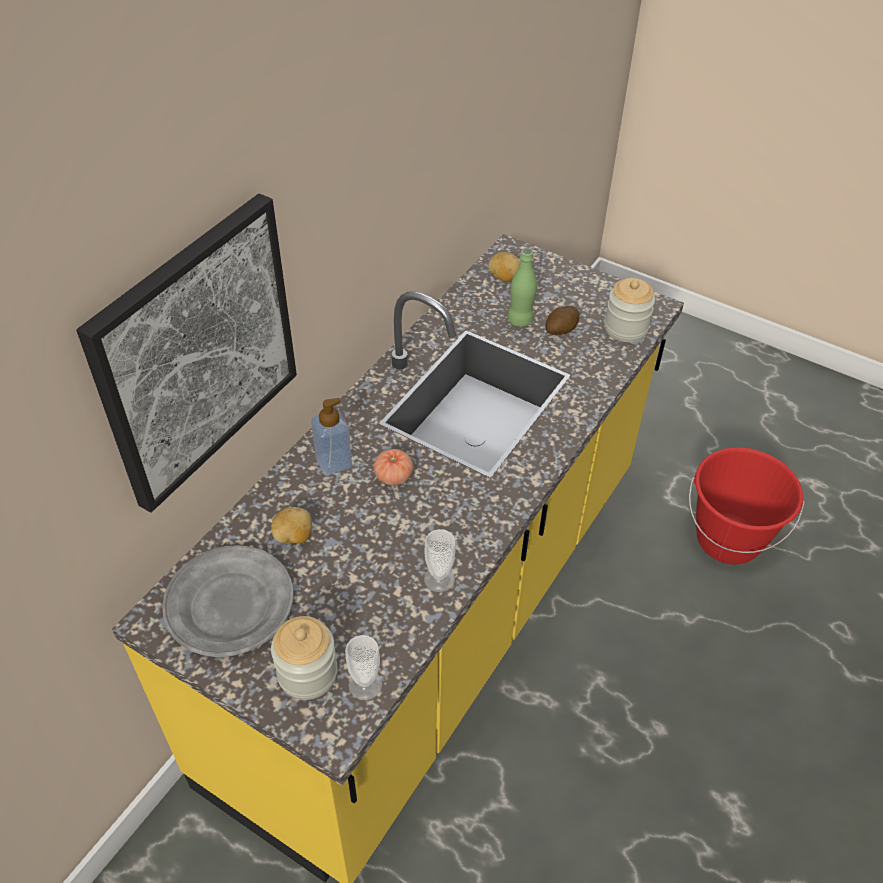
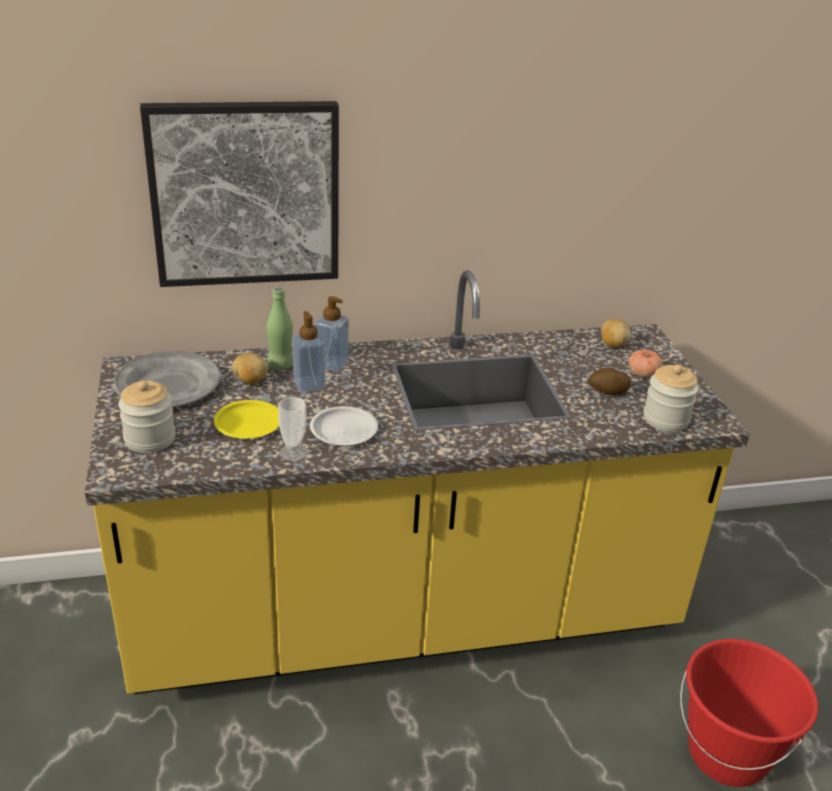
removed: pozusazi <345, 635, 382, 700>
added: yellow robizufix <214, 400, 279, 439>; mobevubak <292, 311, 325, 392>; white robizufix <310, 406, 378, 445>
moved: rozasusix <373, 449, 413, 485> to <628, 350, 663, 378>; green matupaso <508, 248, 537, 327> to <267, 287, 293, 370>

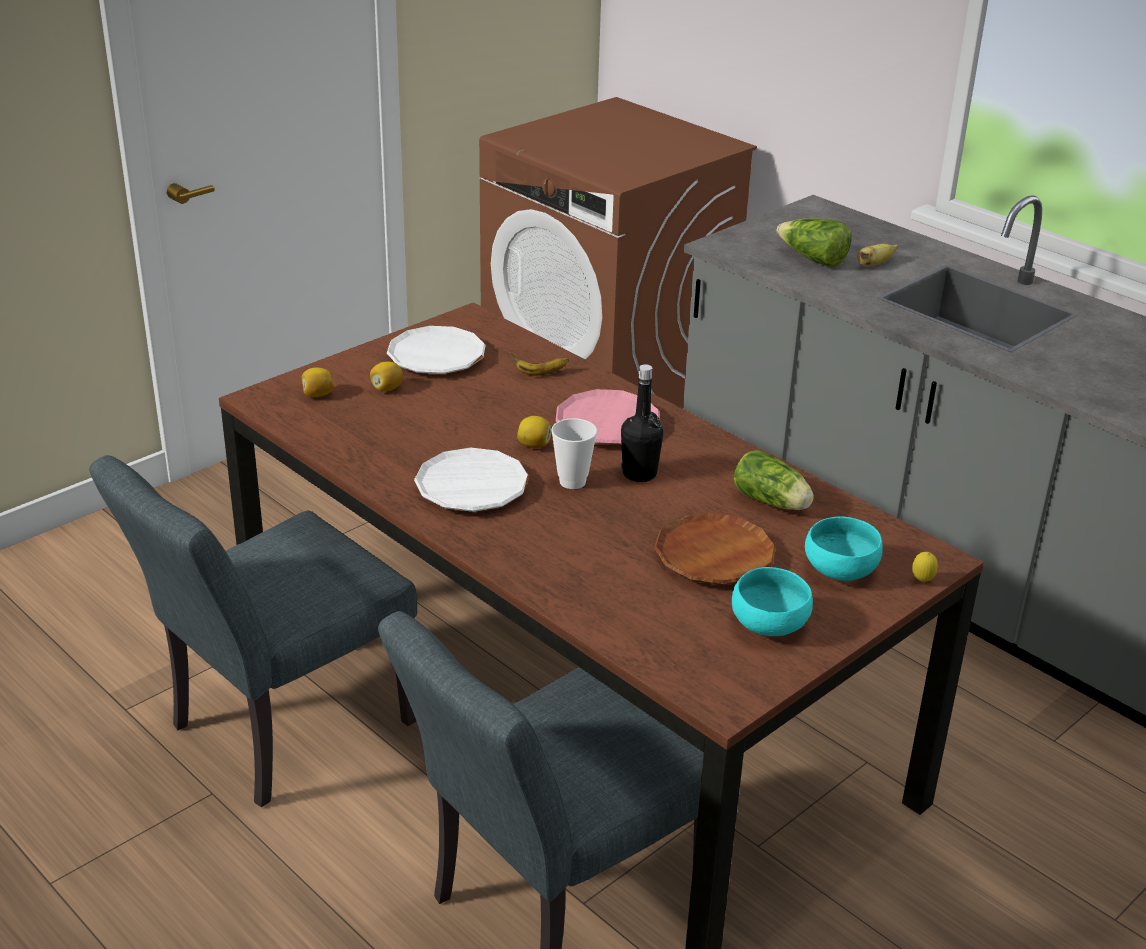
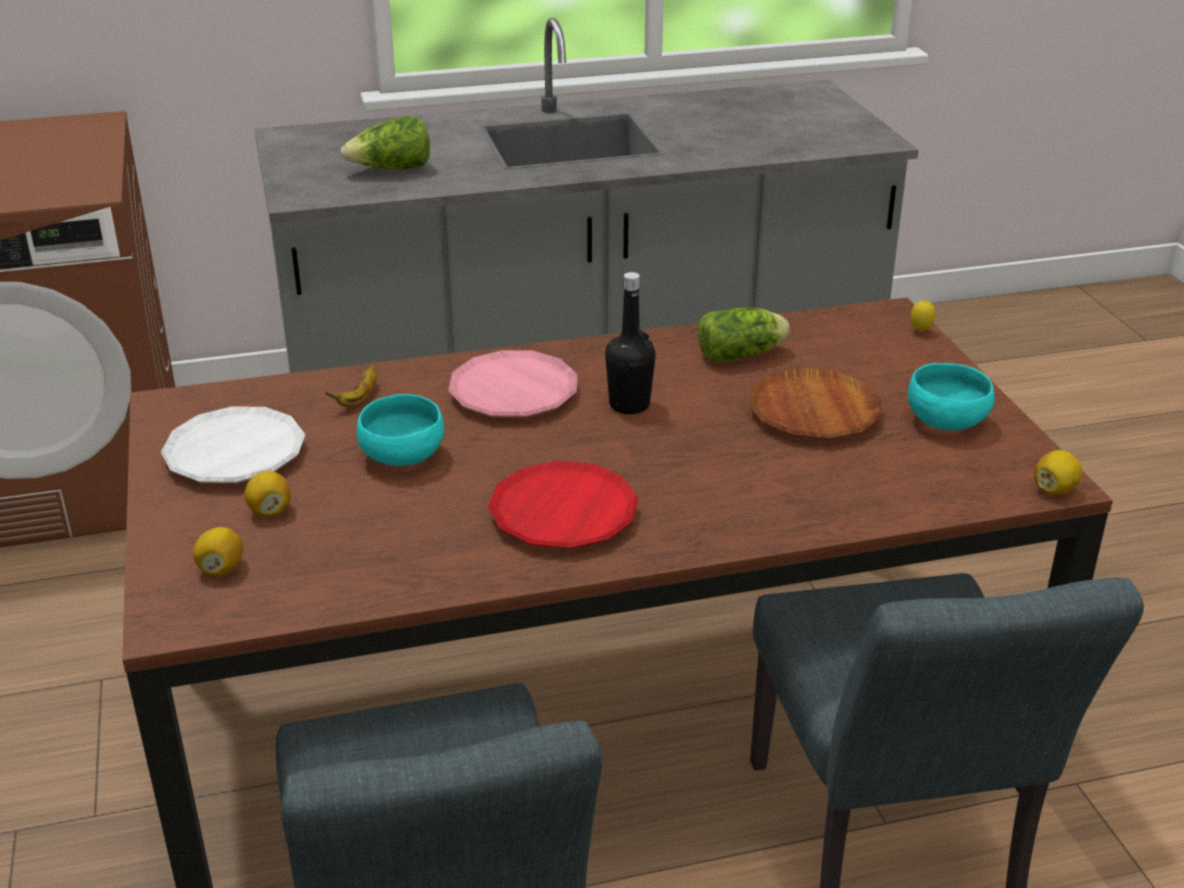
removed: pozusazi <551, 418, 597, 489>; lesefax <857, 244, 898, 266>
moved: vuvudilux <517, 416, 552, 448> to <1034, 450, 1083, 495>; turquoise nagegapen <805, 516, 883, 581> to <356, 394, 444, 466>
recoloured: white robizufix <414, 447, 529, 512> to red robizufix <488, 460, 638, 549>

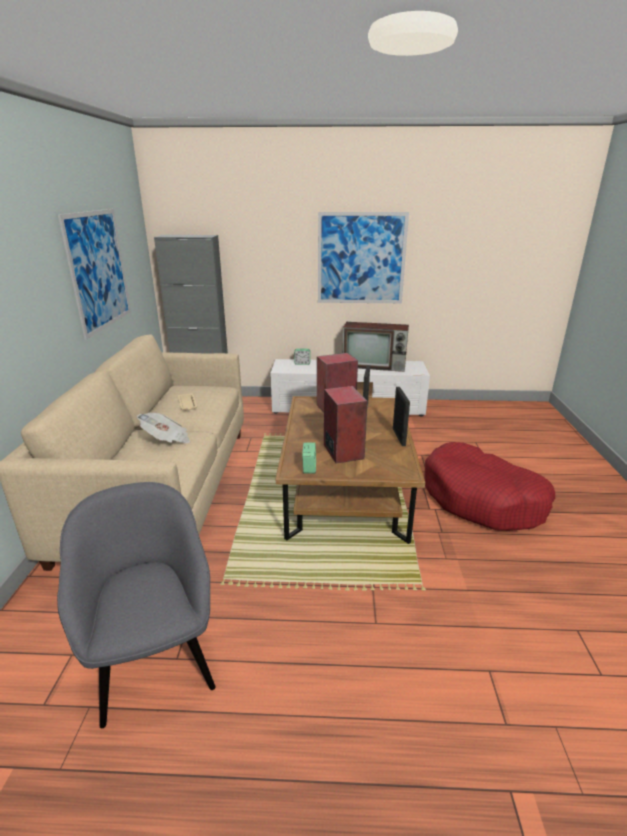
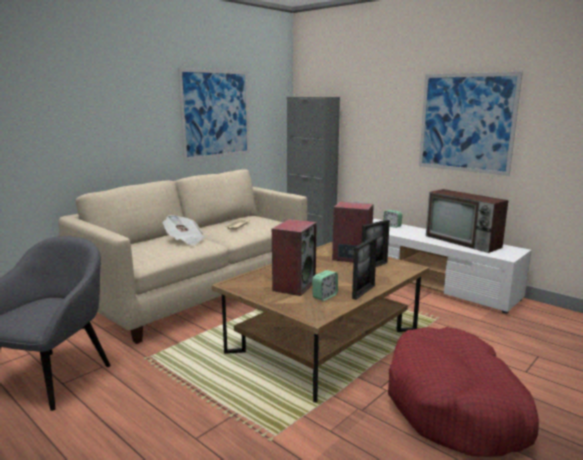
moved: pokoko <302, 442, 316, 474> to <312, 270, 338, 301>

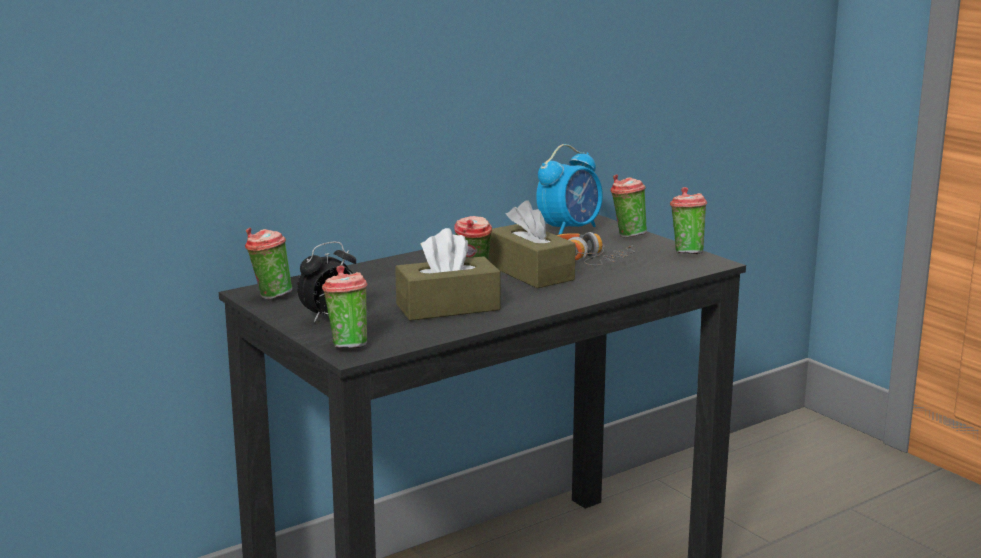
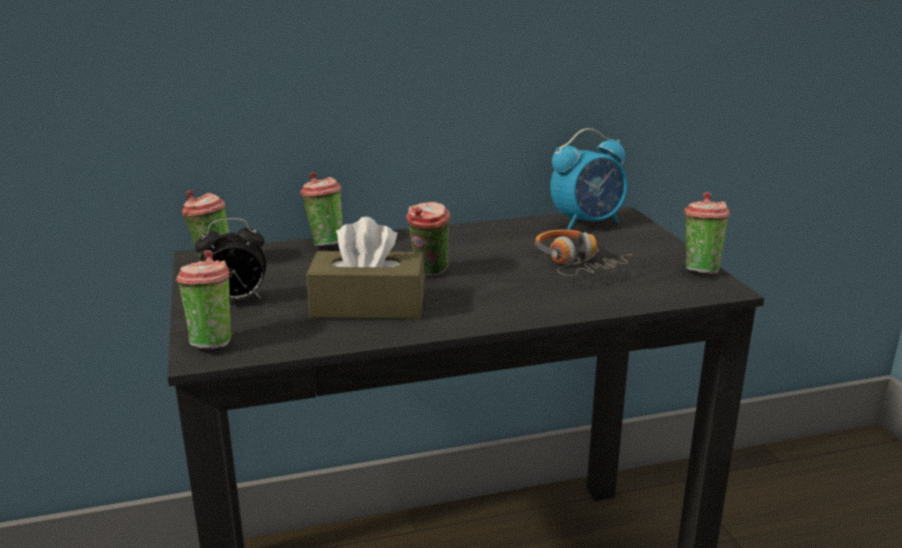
removed: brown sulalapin <488, 200, 576, 288>
moved: pozusazi <611, 174, 647, 238> to <300, 172, 343, 246>

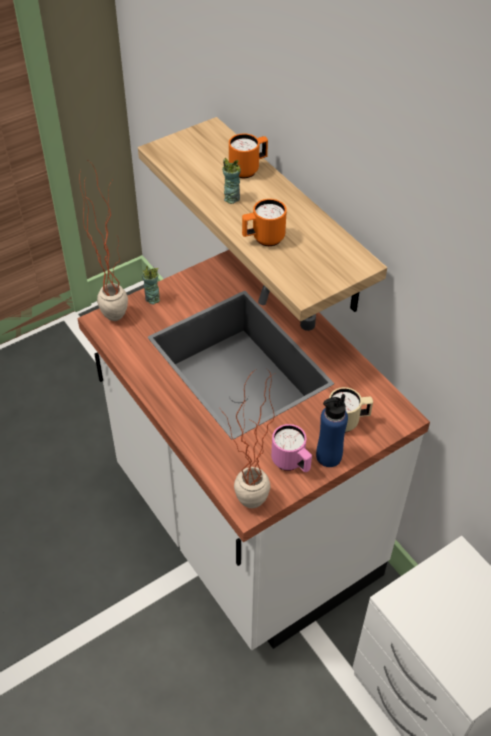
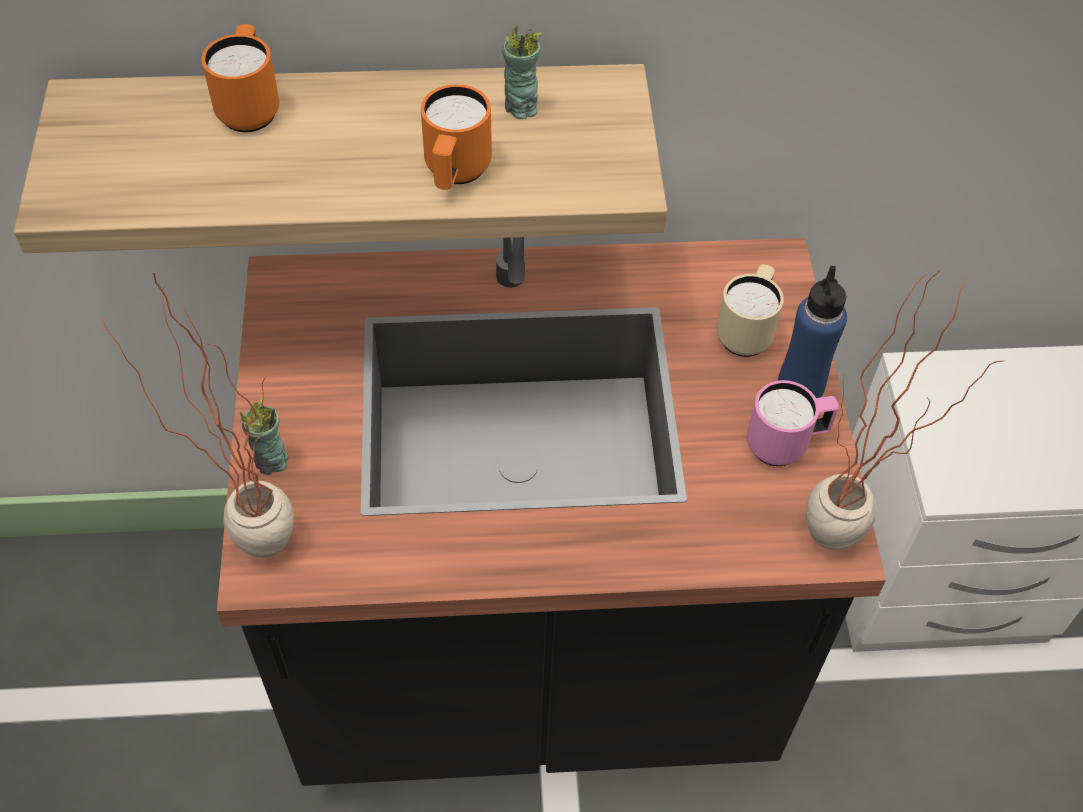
moved: pozusazi <222, 158, 241, 204> to <502, 25, 543, 119>
recoloured: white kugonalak <77, 250, 430, 650> to black kugonalak <217, 237, 886, 786>

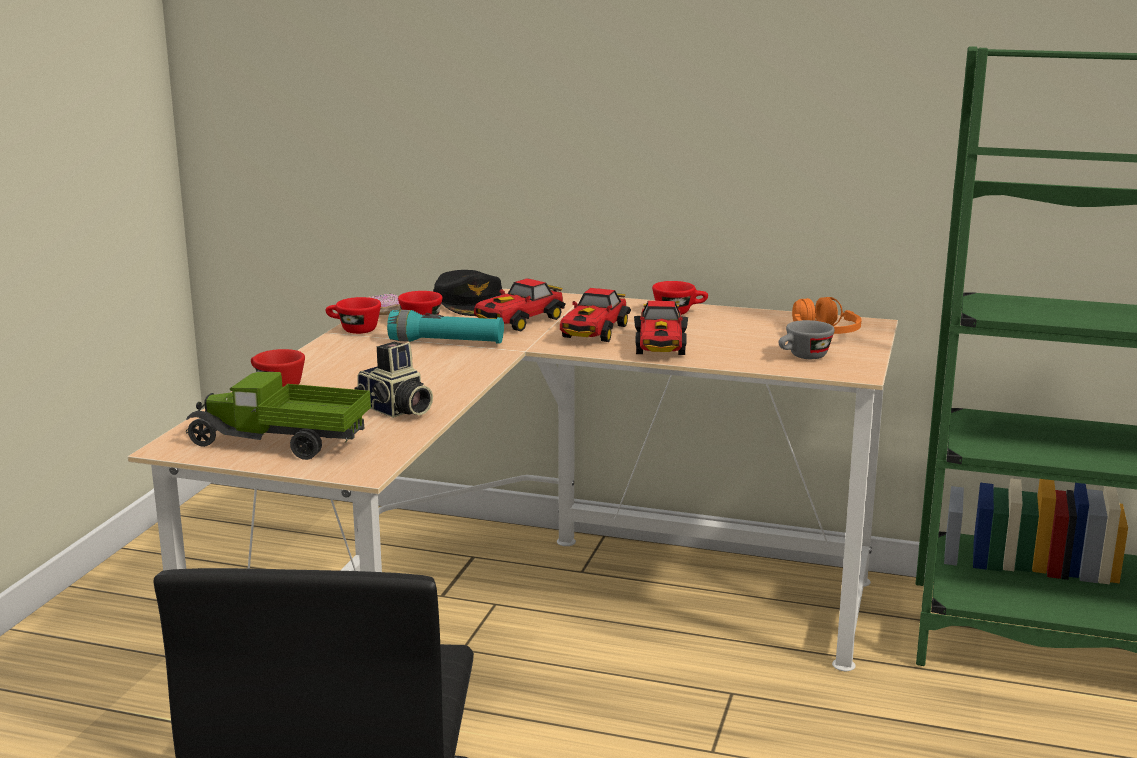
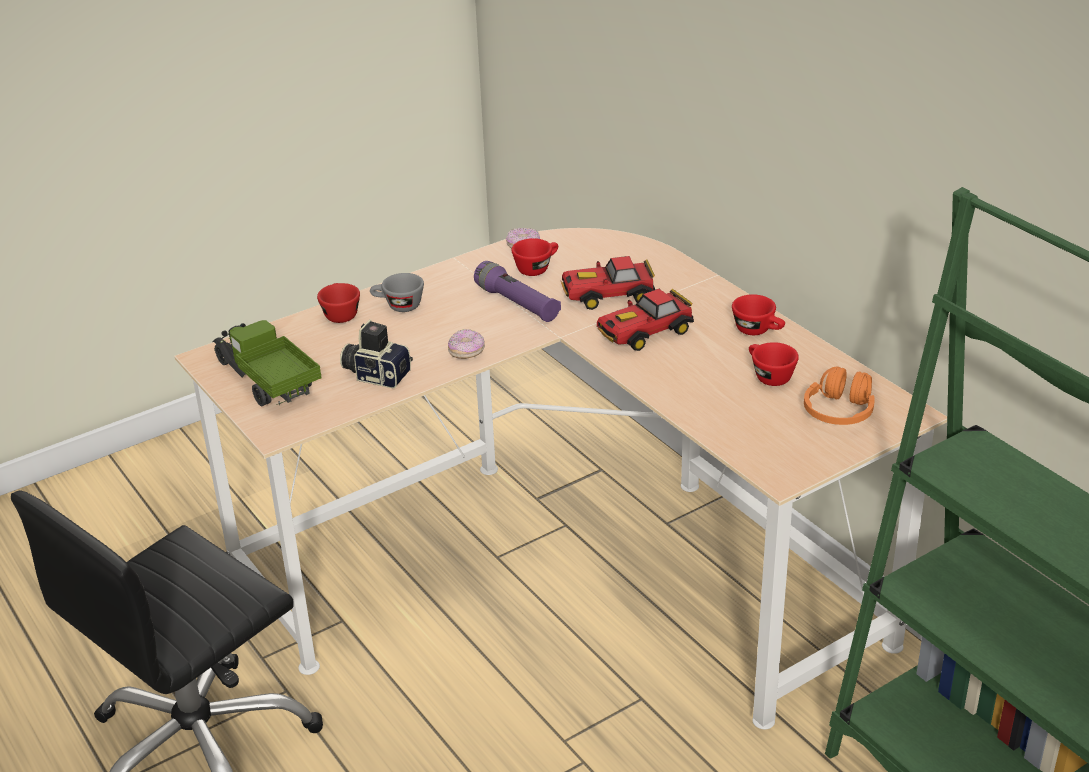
removed: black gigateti <433, 270, 502, 316>; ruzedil <634, 301, 688, 355>
added: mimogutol <448, 329, 485, 359>
moved: red pozusazi <325, 297, 381, 334> to <749, 342, 799, 386>; grey pozusazi <778, 320, 835, 359> to <370, 273, 424, 312>
recoloured: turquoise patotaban <387, 310, 504, 344> to purple patotaban <474, 261, 561, 322>
turned: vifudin <354, 342, 433, 418> = <340, 319, 413, 388> 120 degrees clockwise

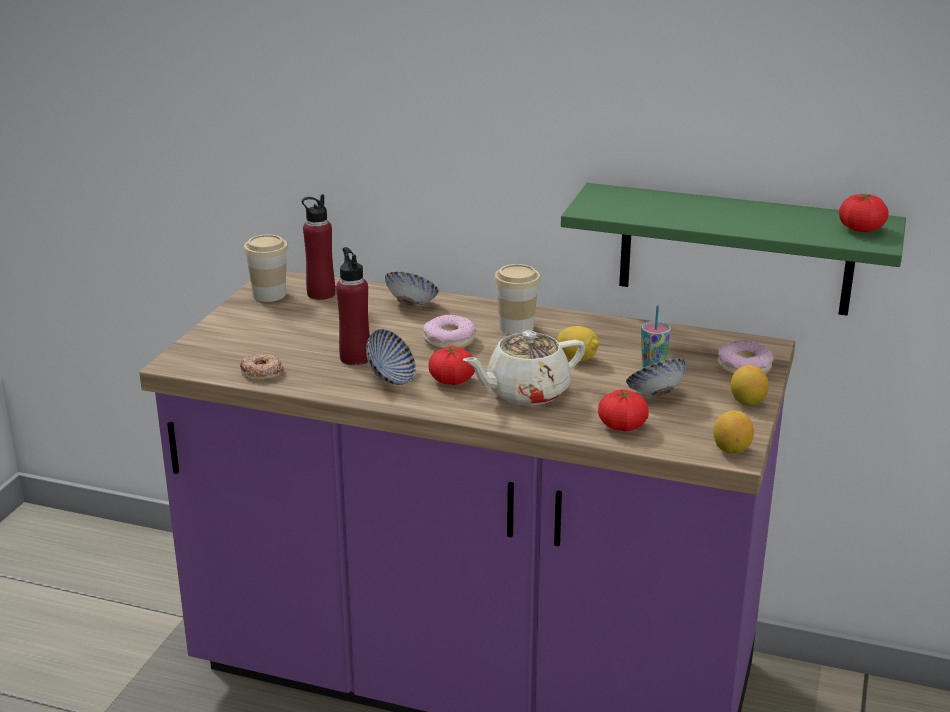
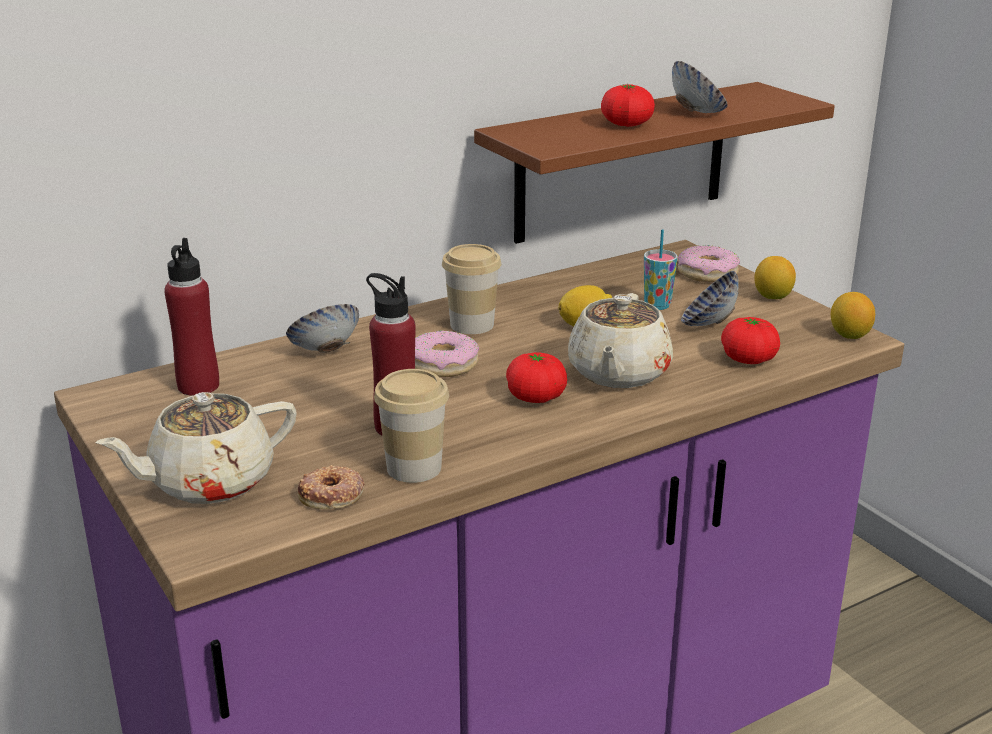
added: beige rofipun <95, 392, 297, 504>
moved: pozusazi <244, 234, 288, 302> to <374, 369, 449, 483>; nagegapen <366, 329, 416, 385> to <672, 61, 728, 113>; rozasusix <839, 194, 889, 232> to <601, 84, 655, 127>
recoloured: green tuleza <561, 183, 906, 316> to brown tuleza <474, 82, 835, 244>

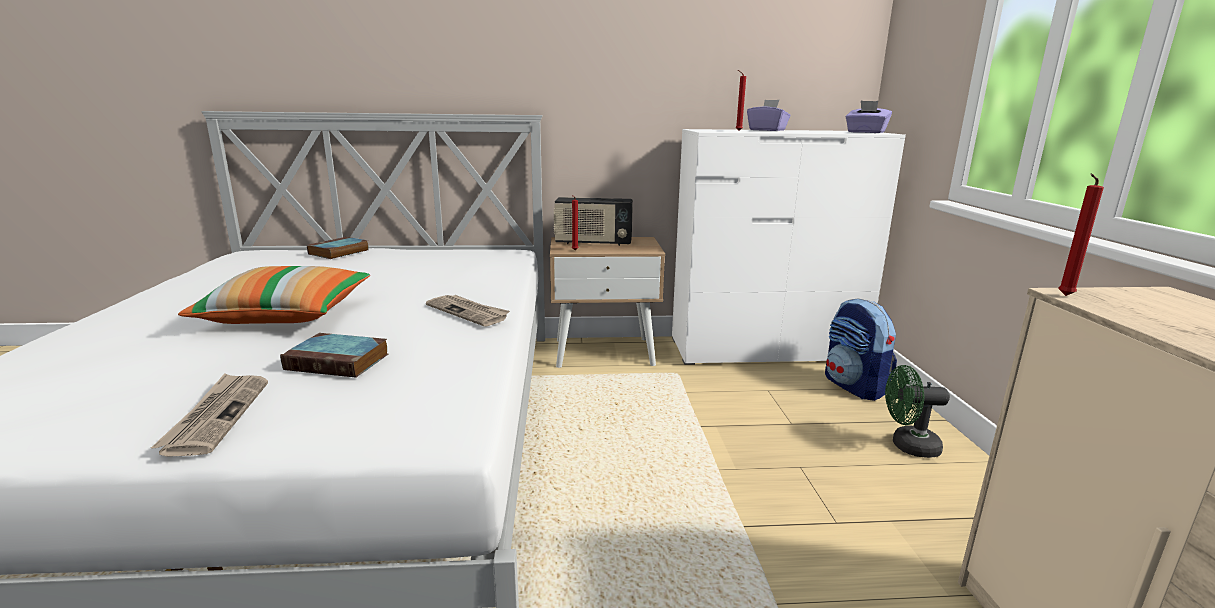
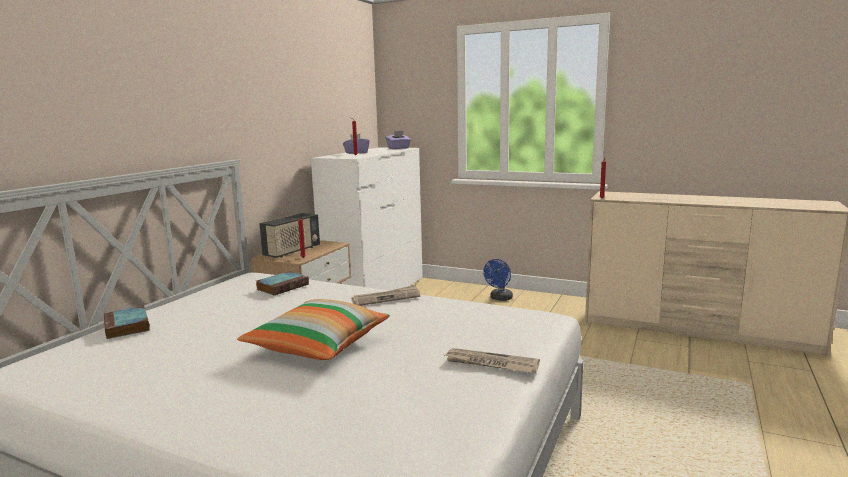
removed: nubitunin <825, 298, 897, 401>
moved: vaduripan <280, 333, 388, 378> to <256, 271, 309, 295>
recoloured: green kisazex <885, 365, 950, 458> to blue kisazex <483, 259, 513, 301>

